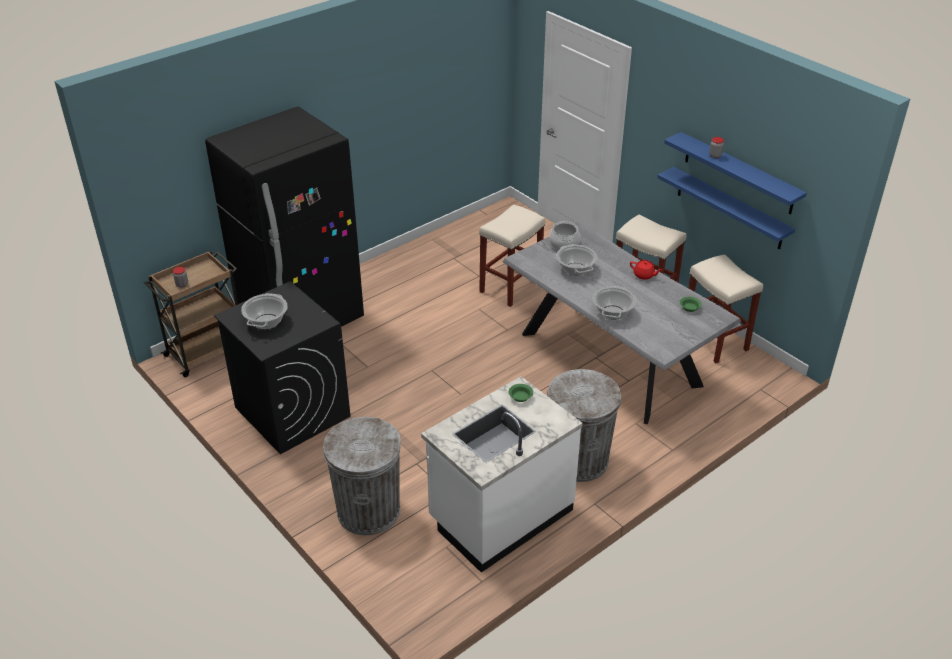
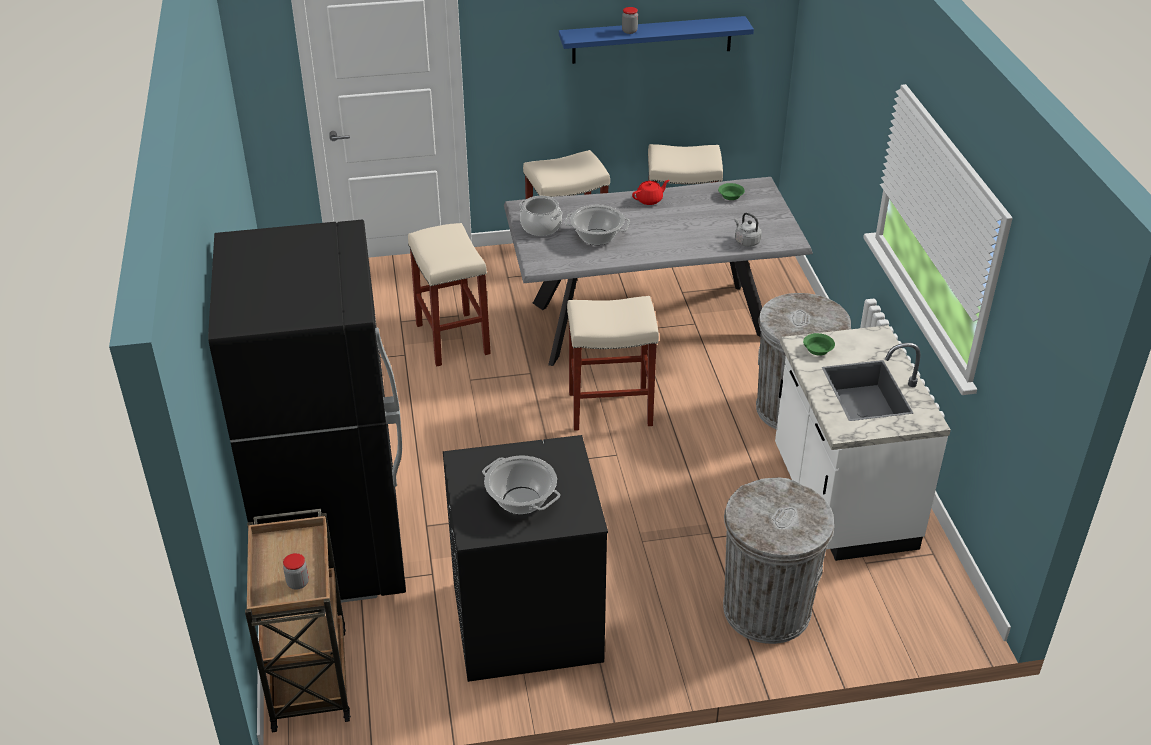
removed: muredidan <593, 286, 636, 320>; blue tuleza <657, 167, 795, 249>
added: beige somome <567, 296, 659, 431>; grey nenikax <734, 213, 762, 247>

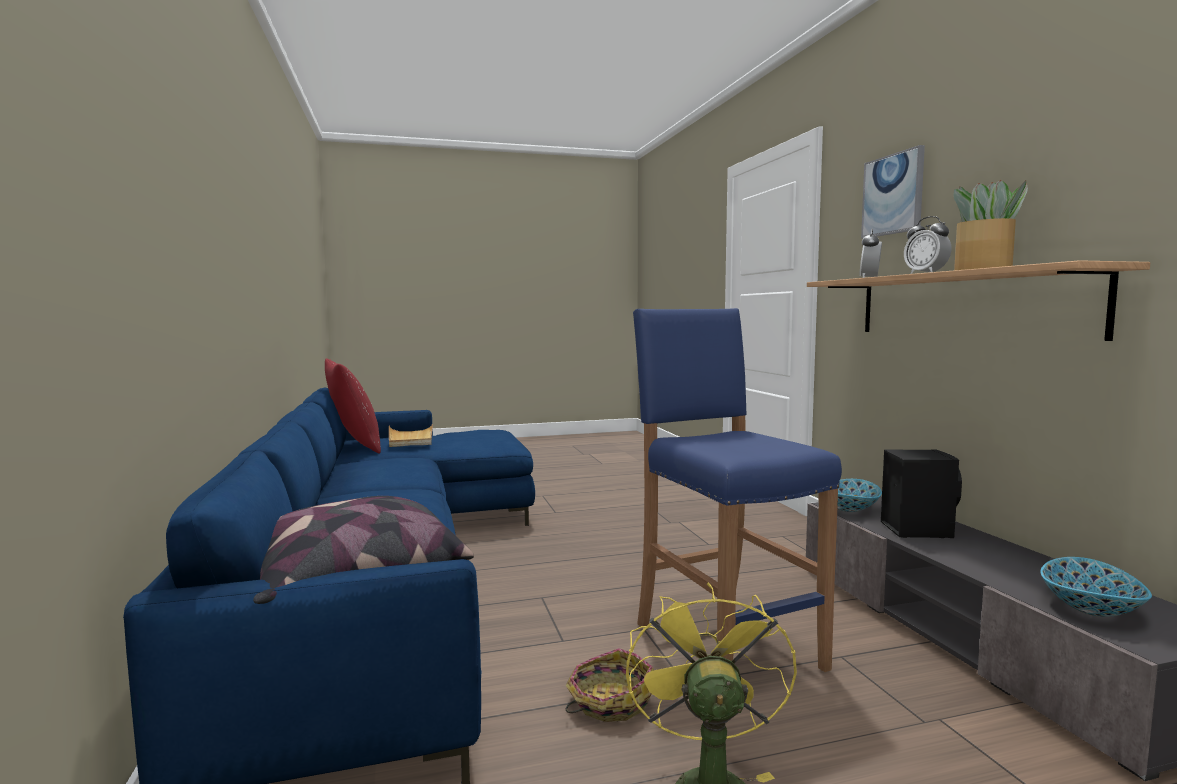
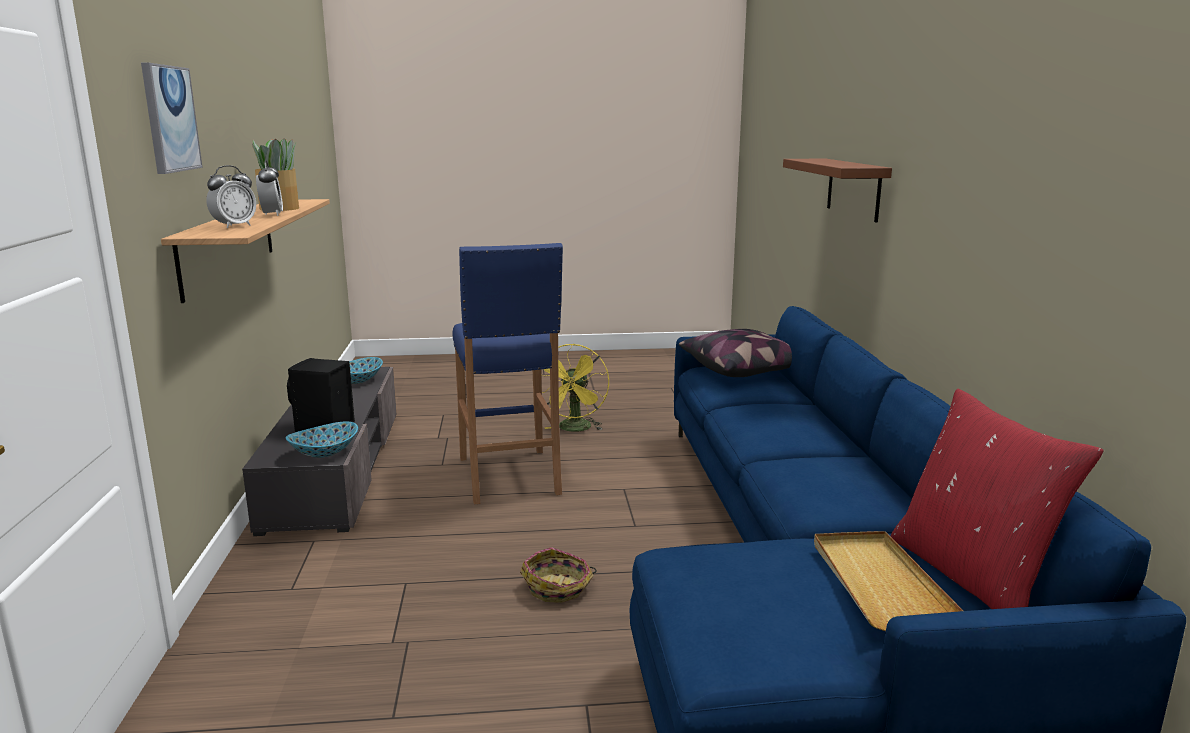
added: brown tuleza <783, 159, 892, 222>
moved: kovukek <566, 648, 654, 722> to <520, 547, 597, 603>

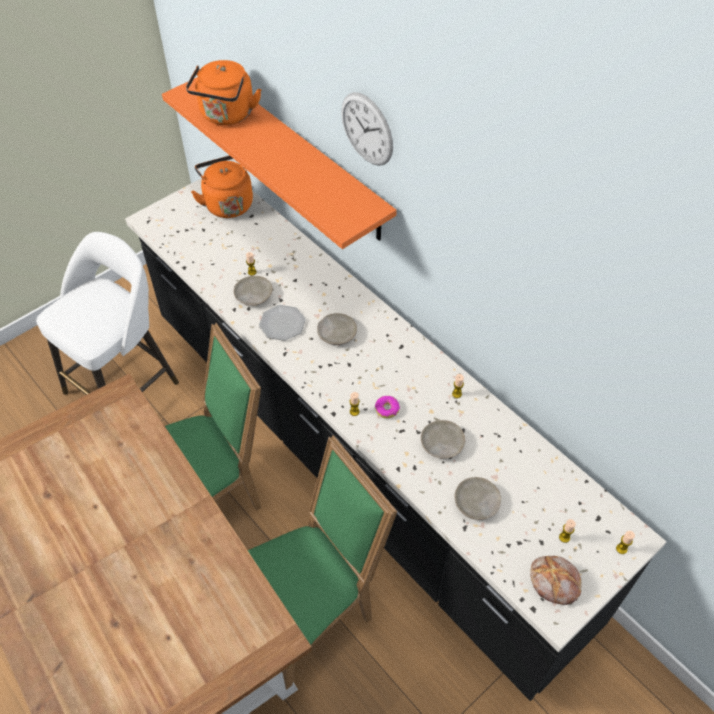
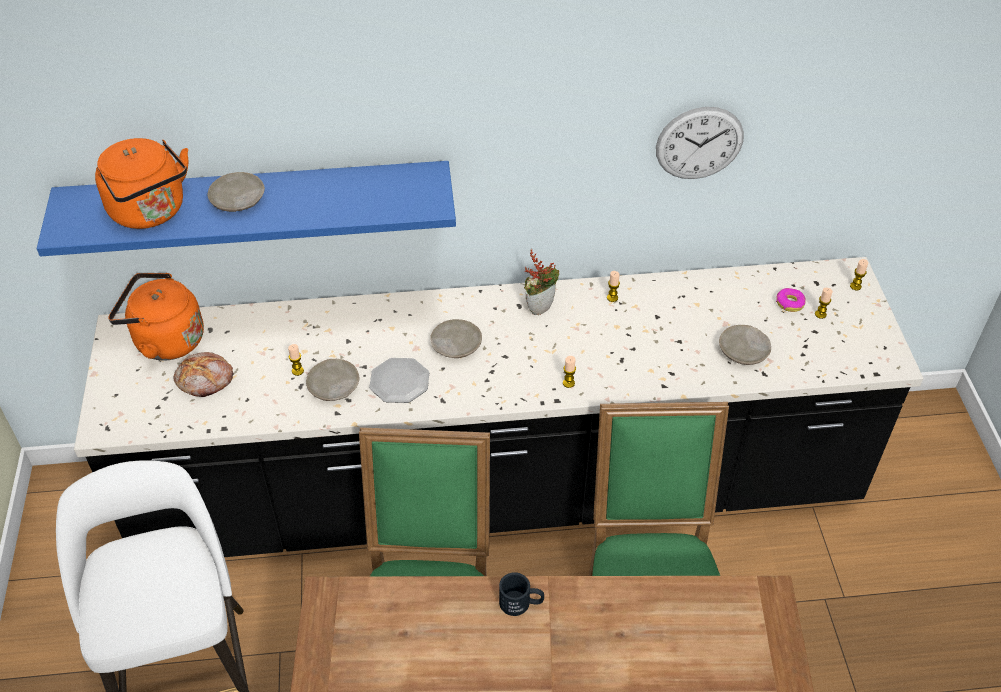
added: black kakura <499, 572, 544, 616>; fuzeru <524, 249, 559, 315>
moved: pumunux <341, 92, 393, 166> to <656, 107, 744, 179>; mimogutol <375, 396, 400, 418> to <776, 288, 806, 312>; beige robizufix <421, 420, 465, 459> to <208, 172, 265, 212>; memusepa <530, 556, 581, 605> to <173, 352, 234, 397>
recoloured: orange tuleza <162, 77, 397, 249> to blue tuleza <37, 161, 456, 257>

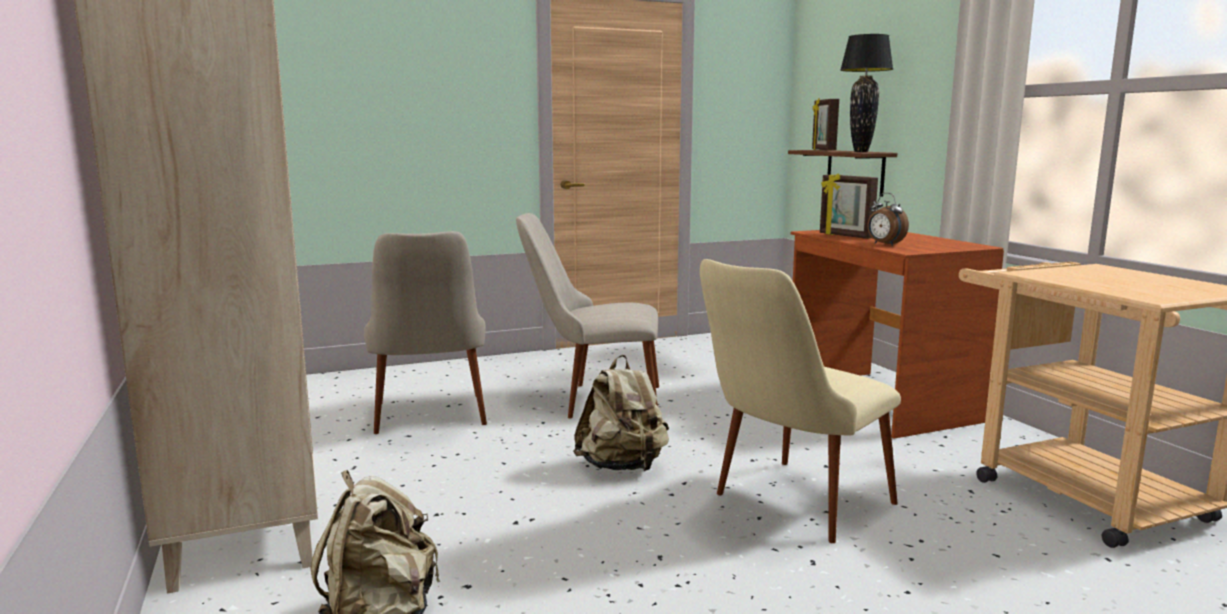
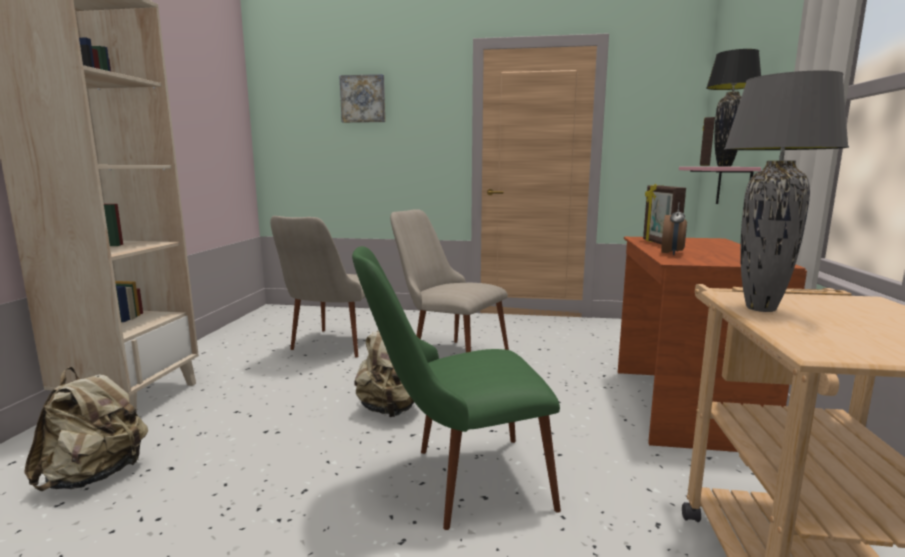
added: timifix <339, 74, 385, 123>; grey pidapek <724, 70, 849, 312>
recoloured: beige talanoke <700, 259, 901, 543> to green talanoke <352, 246, 561, 530>; brown tuleza <788, 150, 897, 197> to pink tuleza <679, 167, 761, 204>
turned: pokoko <868, 193, 909, 246> = <661, 202, 687, 255> 150 degrees counterclockwise

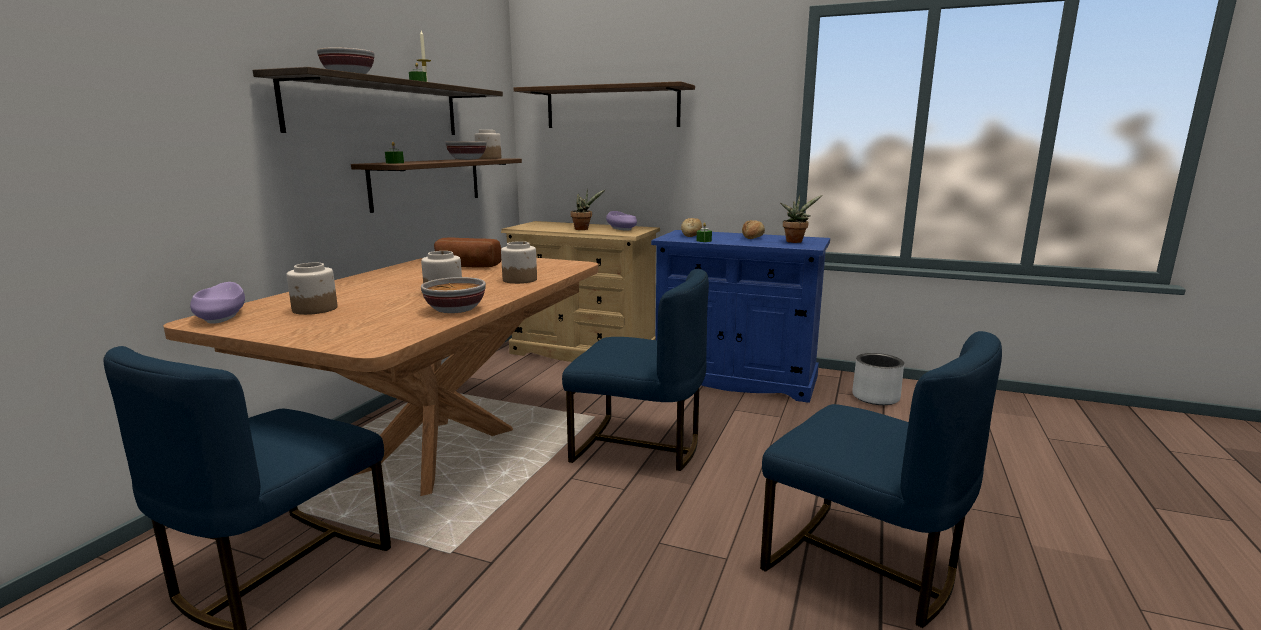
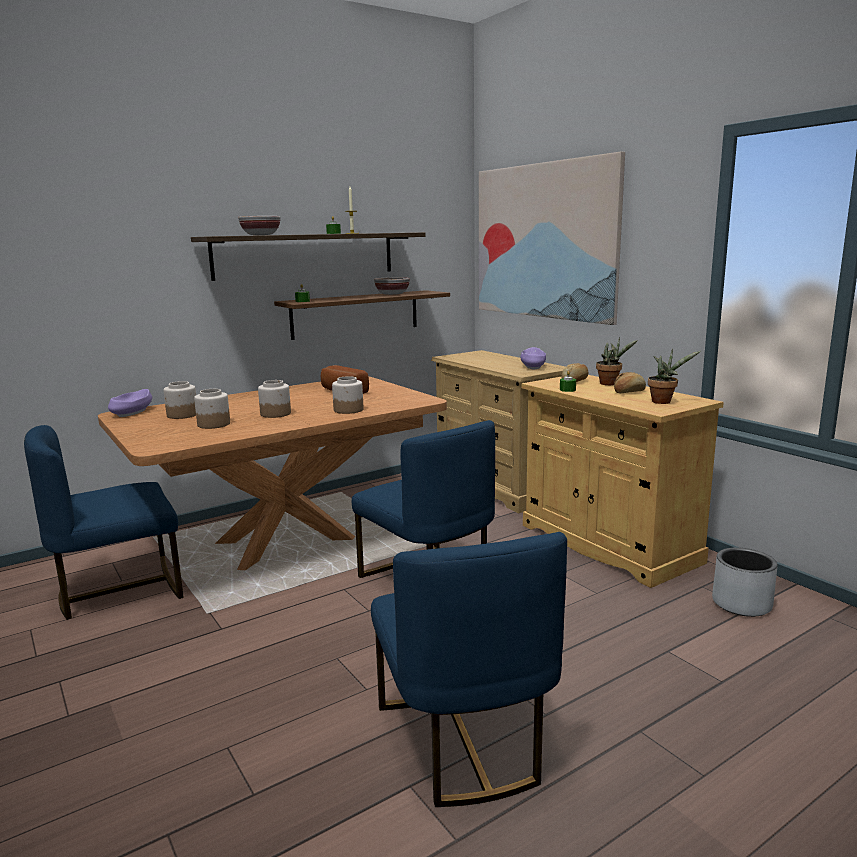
removed: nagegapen <421, 277, 486, 313>
moved: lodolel <475, 130, 501, 159> to <194, 389, 230, 429>; fuzeru <571, 189, 606, 230> to <596, 337, 638, 385>
replaced: brown tuleza <514, 81, 695, 128> to timifix <479, 152, 625, 325>
recoloured: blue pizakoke <651, 230, 830, 403> to beige pizakoke <521, 375, 724, 588>

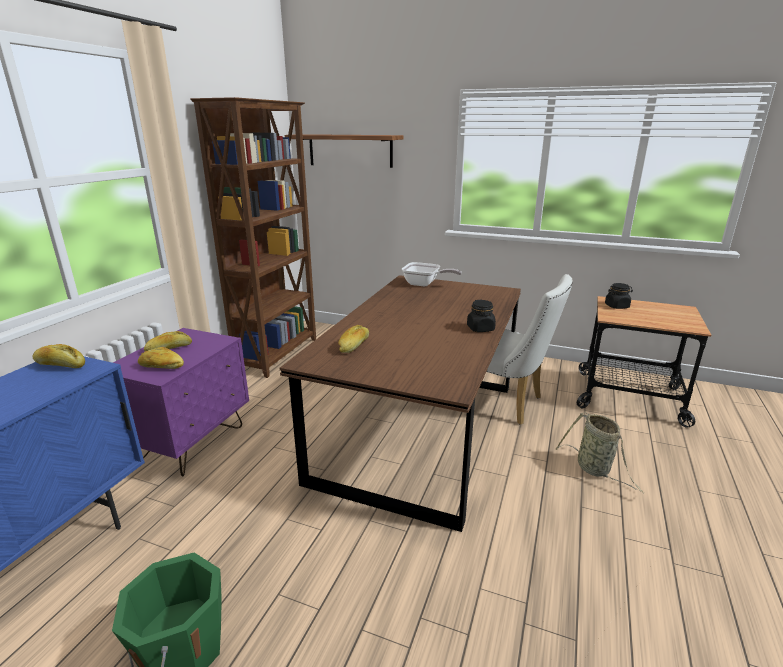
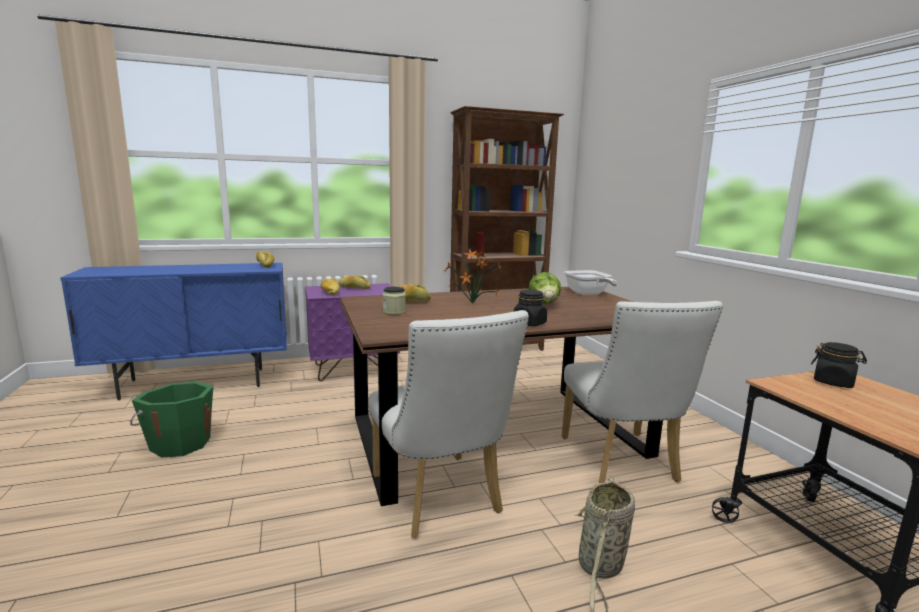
removed: tuleza <285, 134, 403, 168>
added: white talanoke <368, 310, 529, 538>; lodolel <383, 286, 406, 315>; fuzeru <444, 248, 501, 303>; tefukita <529, 272, 561, 304>

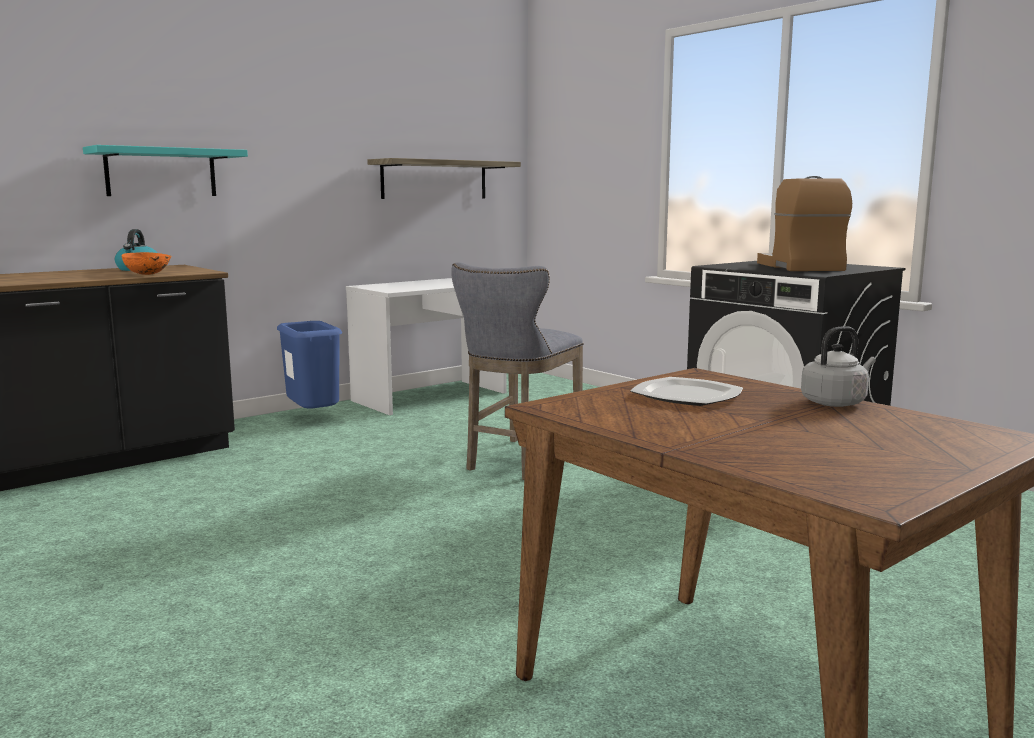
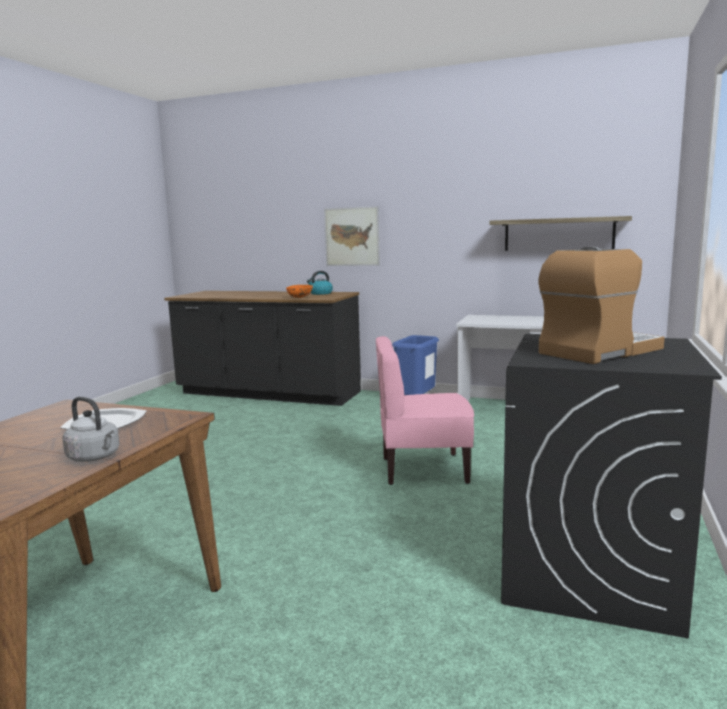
replaced: turquoise tuleza <83, 145, 248, 196> to timifix <324, 206, 380, 266>; grey somome <451, 262, 584, 480> to pink talanoke <376, 336, 474, 485>

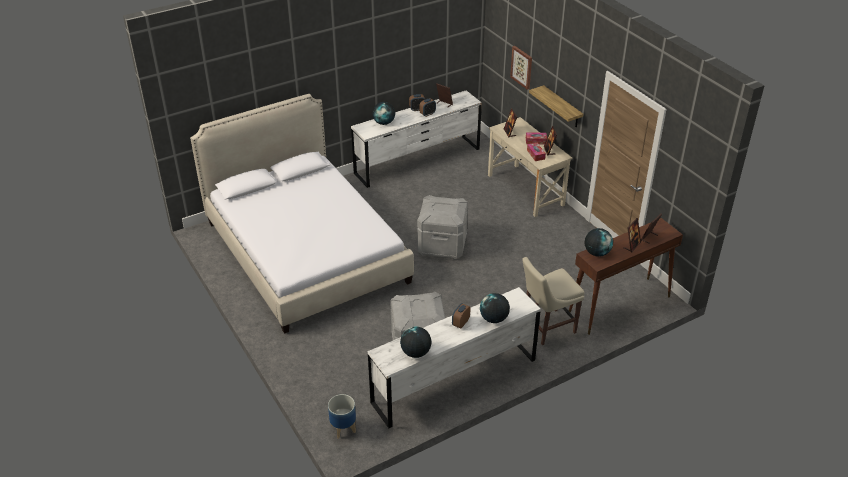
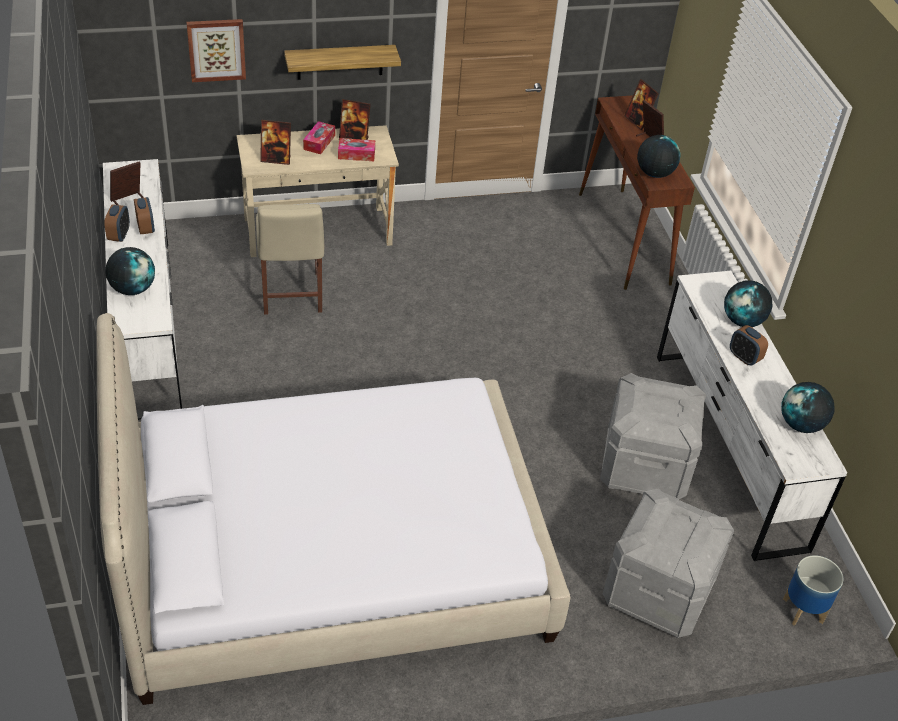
moved: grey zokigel <417, 195, 468, 259> to <603, 488, 734, 638>; beige talanoke <522, 257, 585, 345> to <256, 204, 324, 315>

